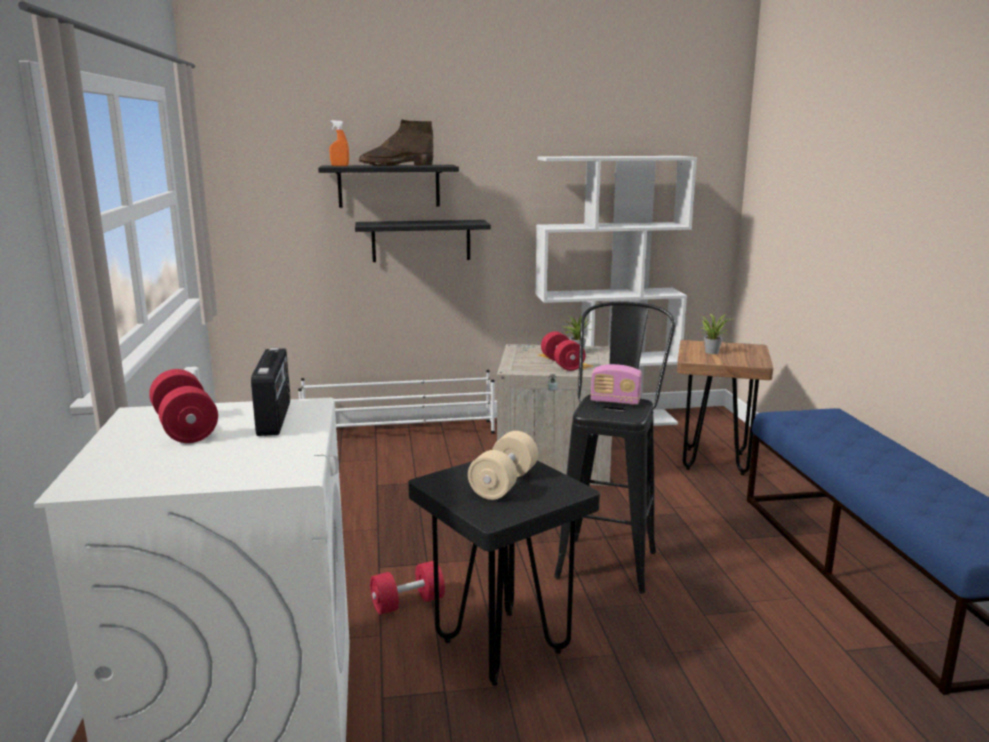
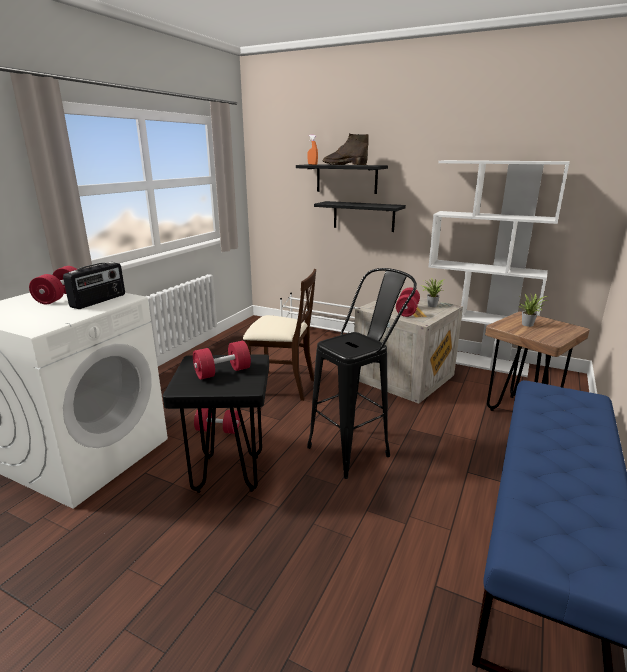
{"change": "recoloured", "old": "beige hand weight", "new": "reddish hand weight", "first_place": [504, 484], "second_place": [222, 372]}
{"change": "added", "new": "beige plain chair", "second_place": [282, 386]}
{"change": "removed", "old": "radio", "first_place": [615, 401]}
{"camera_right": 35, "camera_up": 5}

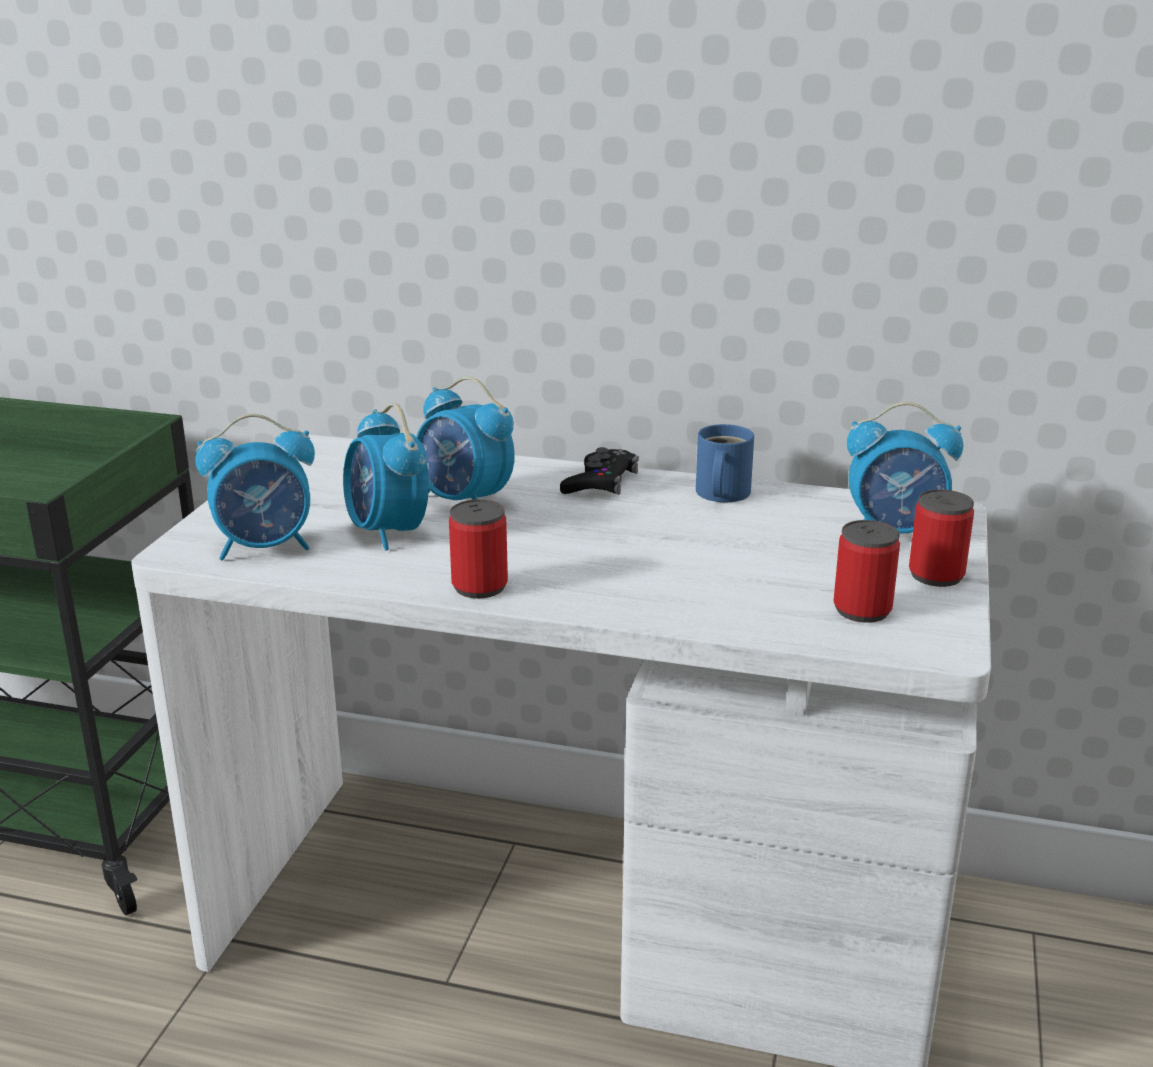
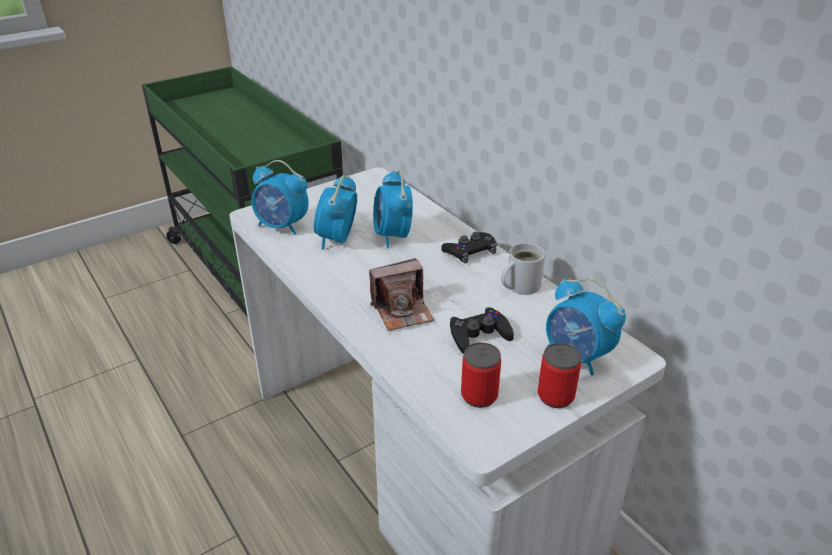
{"change": "added", "new": "still camera", "second_place": [402, 310]}
{"change": "added", "new": "black joypad", "second_place": [479, 335]}
{"change": "recoloured", "old": "bluish tea mug", "new": "whitish tea mug", "first_place": [720, 493], "second_place": [519, 285]}
{"change": "removed", "old": "can", "first_place": [479, 586]}
{"camera_right": 40, "camera_up": 10}

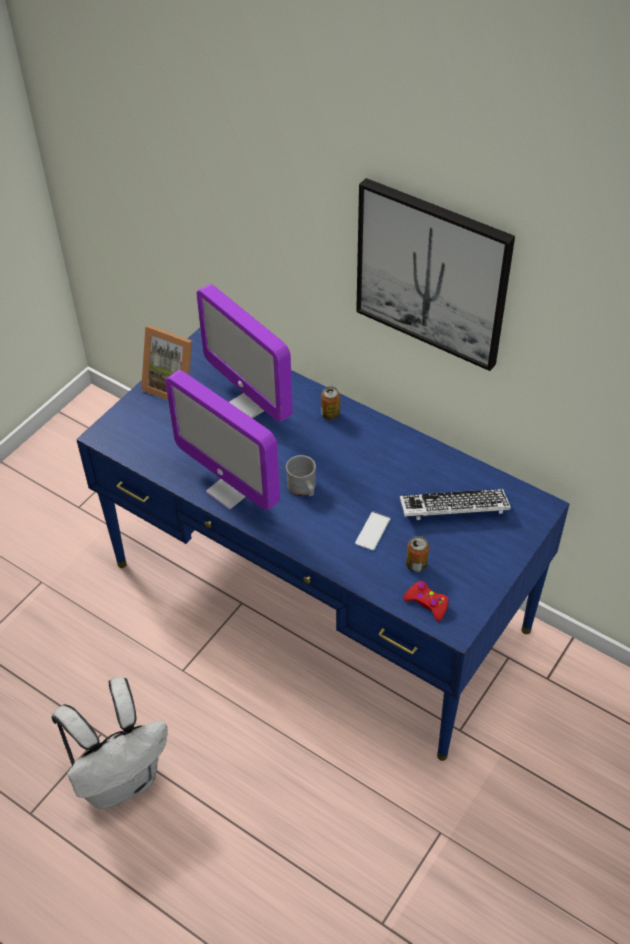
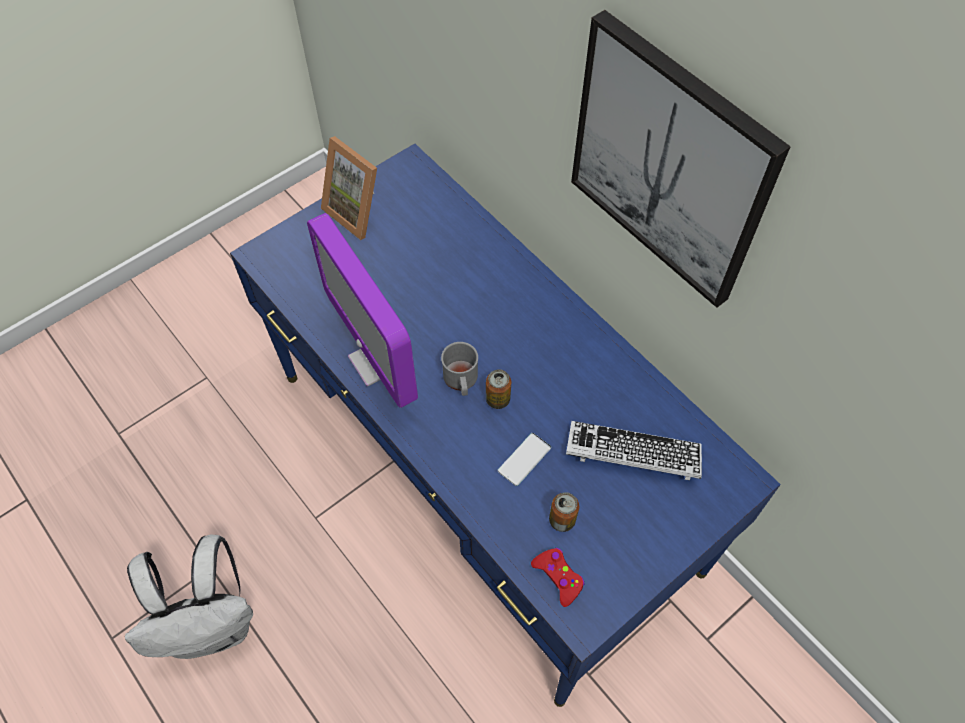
{"change": "moved", "old": "can", "first_place": [330, 415], "second_place": [498, 399]}
{"change": "removed", "old": "computer screen", "first_place": [251, 404]}
{"camera_right": 15, "camera_up": 10}

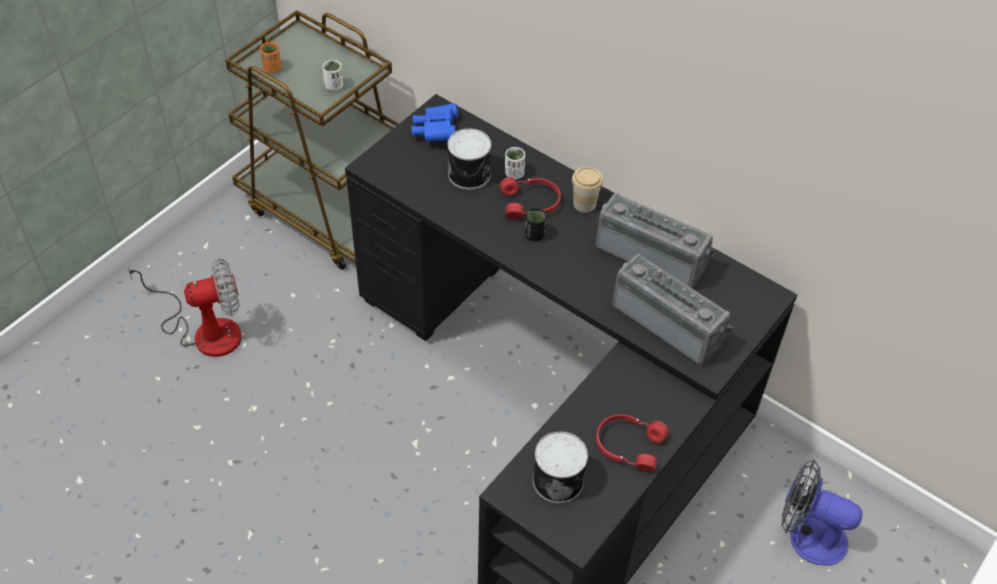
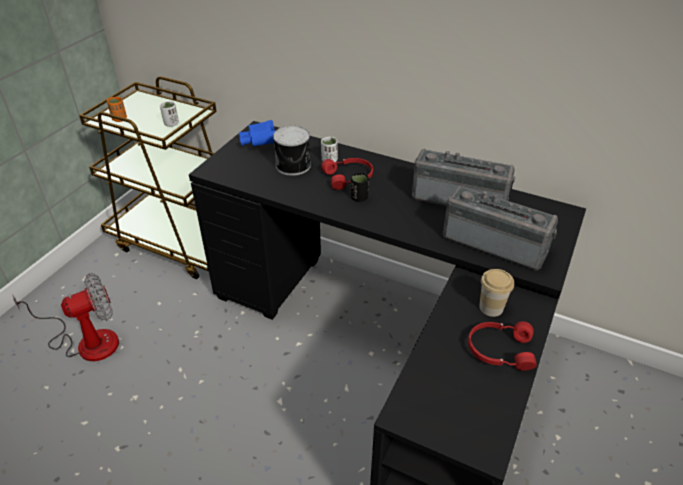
{"change": "moved", "old": "cup", "first_place": [584, 204], "second_place": [491, 307]}
{"change": "removed", "old": "can", "first_place": [558, 479]}
{"change": "removed", "old": "electric fan", "first_place": [807, 535]}
{"camera_right": -10, "camera_up": -10}

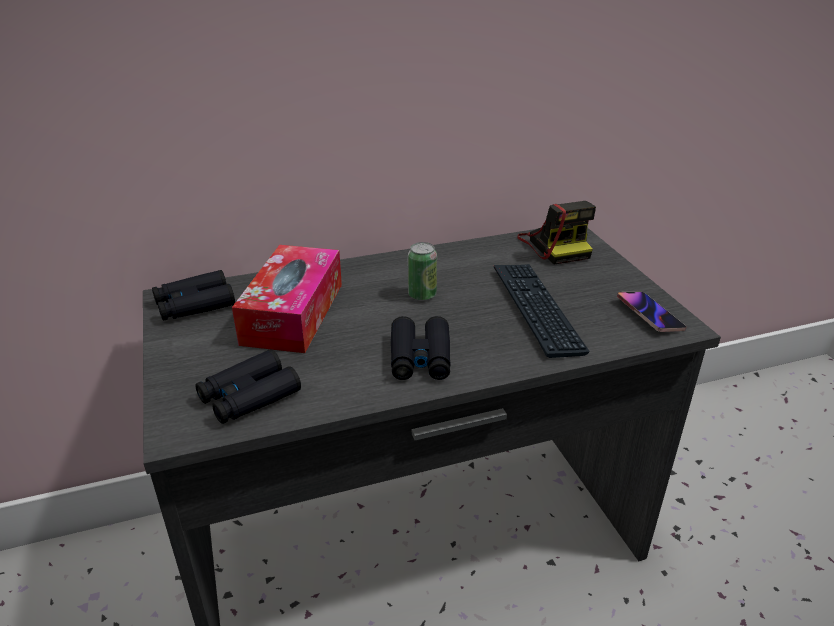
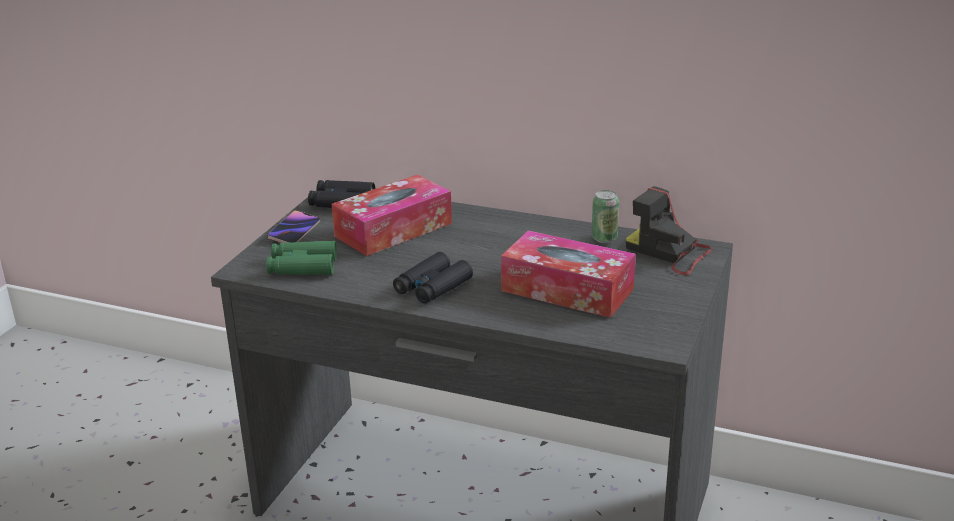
{"change": "recoloured", "old": "black pair of binoculars", "new": "greenish pair of binoculars", "first_place": [249, 396], "second_place": [302, 266]}
{"change": "moved", "old": "phone", "first_place": [649, 315], "second_place": [294, 231]}
{"change": "replaced", "old": "keyboard", "new": "tissue box", "first_place": [536, 309], "second_place": [567, 290]}
{"change": "moved", "old": "can", "first_place": [422, 295], "second_place": [604, 238]}
{"change": "turned", "old": "still camera", "first_place": [555, 245], "second_place": [669, 253], "degrees": 105}
{"camera_right": 40, "camera_up": -5}

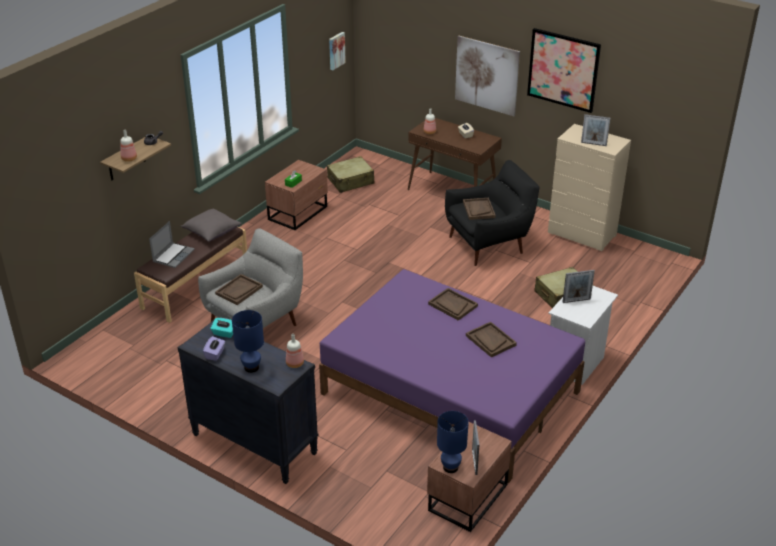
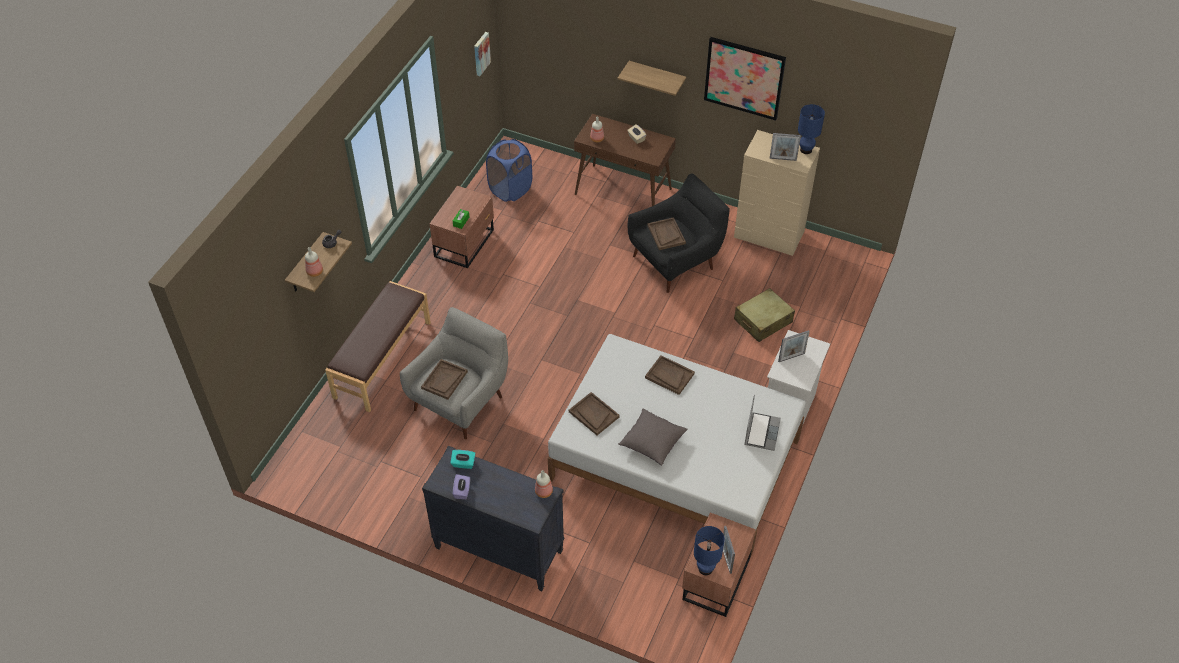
{"change": "replaced", "old": "beige piece of luggage", "new": "bluish washing basket", "first_place": [351, 181], "second_place": [510, 189]}
{"change": "recoloured", "old": "purplish bed", "new": "whitish bed", "first_place": [450, 393], "second_place": [675, 460]}
{"change": "moved", "old": "brownish carrying tray", "first_place": [490, 340], "second_place": [593, 414]}
{"change": "replaced", "old": "picture", "new": "shelf", "first_place": [487, 75], "second_place": [657, 77]}
{"change": "moved", "old": "greyish cushion", "first_place": [211, 232], "second_place": [652, 442]}
{"change": "moved", "old": "portable computer", "first_place": [173, 256], "second_place": [761, 431]}
{"change": "moved", "old": "bluish table lamp", "first_place": [252, 367], "second_place": [806, 150]}
{"camera_right": -10, "camera_up": 15}

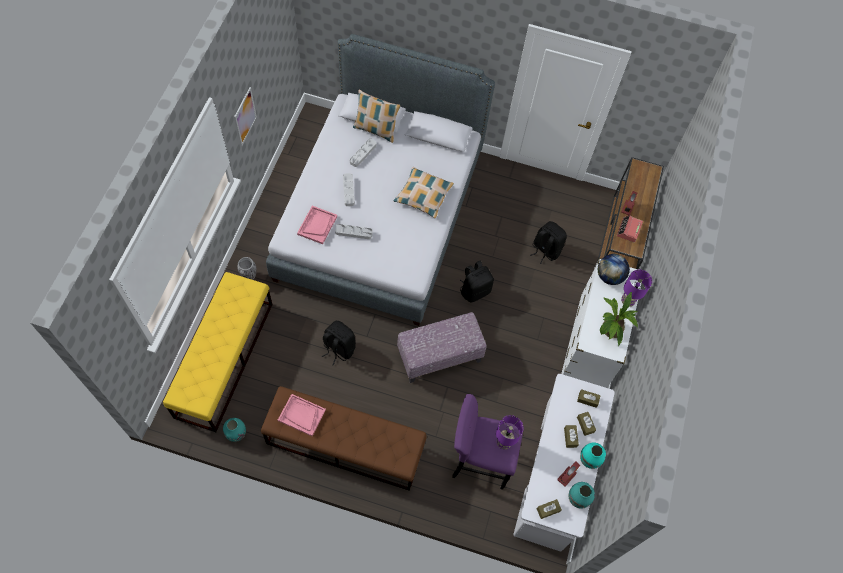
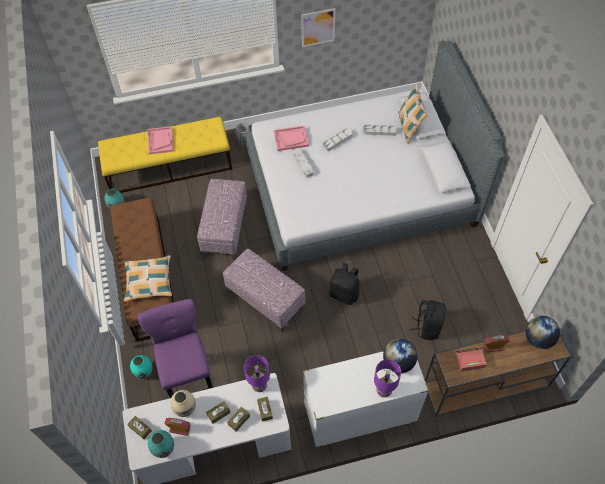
{"change": "moved", "old": "cushion", "first_place": [423, 195], "second_place": [148, 281]}
{"change": "moved", "old": "turquoise decorative vase", "first_place": [589, 459], "second_place": [144, 372]}
{"change": "moved", "old": "pinkish carrying tray", "first_place": [301, 415], "second_place": [160, 141]}
{"change": "added", "new": "beige decorative vase", "second_place": [185, 409]}
{"change": "replaced", "old": "black rucksack", "new": "ottoman", "first_place": [338, 348], "second_place": [224, 229]}
{"change": "moved", "old": "purplish table lamp", "first_place": [503, 443], "second_place": [259, 385]}
{"change": "added", "new": "globe", "second_place": [538, 339]}
{"change": "removed", "old": "plant in a pot", "first_place": [610, 331]}
{"camera_right": 65, "camera_up": -5}

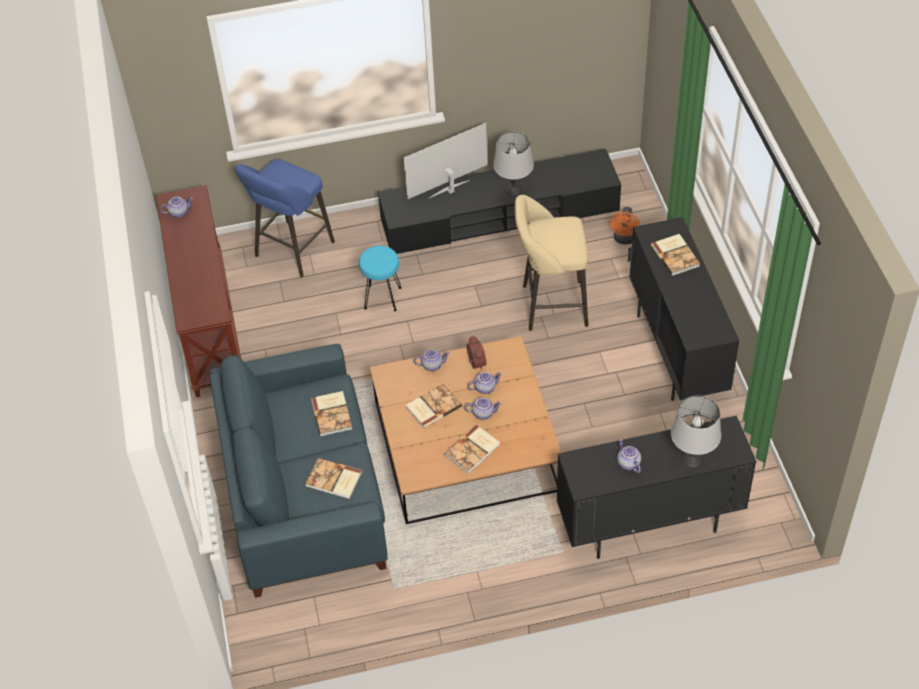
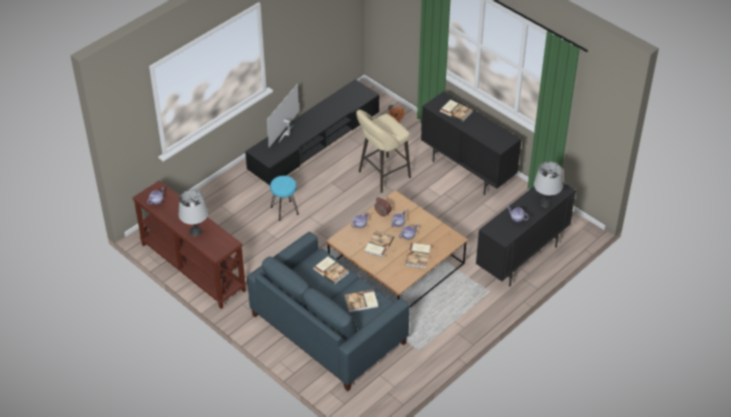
{"change": "moved", "old": "greyish table lamp", "first_place": [514, 190], "second_place": [196, 231]}
{"change": "removed", "old": "bluish stool seat", "first_place": [292, 252]}
{"camera_right": -35, "camera_up": -5}

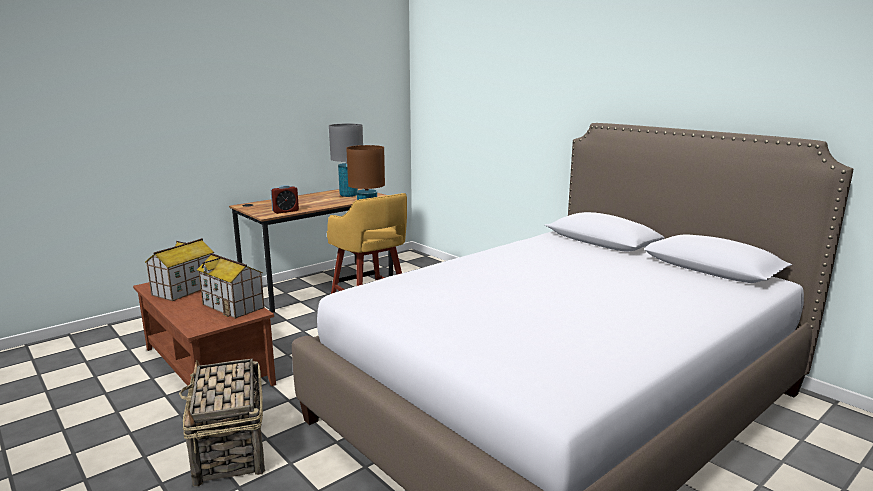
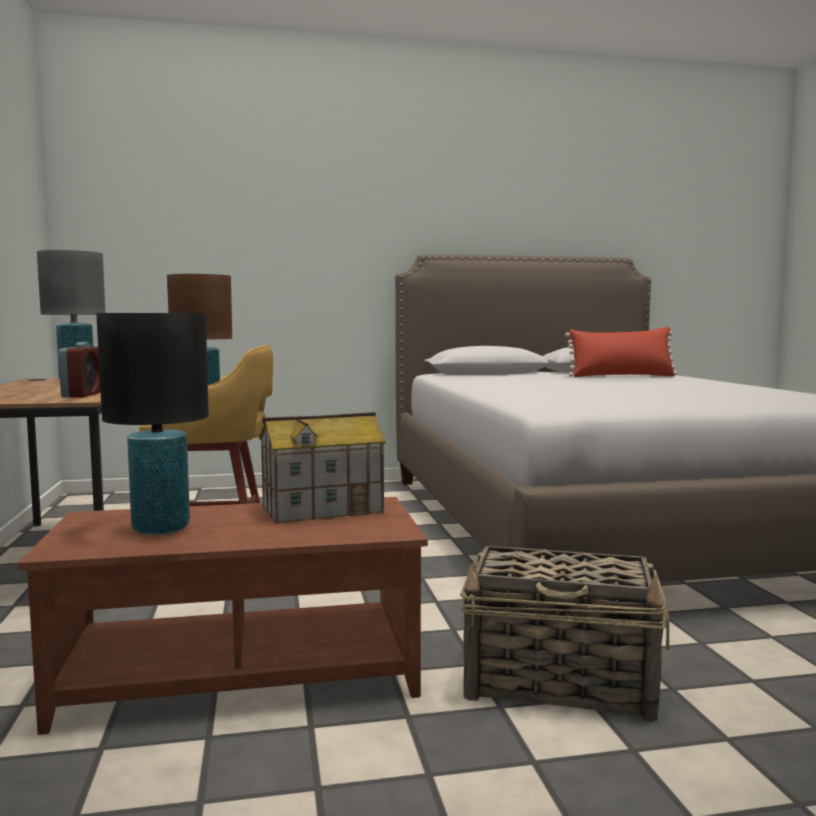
{"change": "replaced", "old": "model house", "new": "black table lamp", "first_place": [184, 290], "second_place": [161, 529]}
{"change": "added", "new": "reddish cushion", "second_place": [622, 376]}
{"camera_right": -60, "camera_up": -10}

